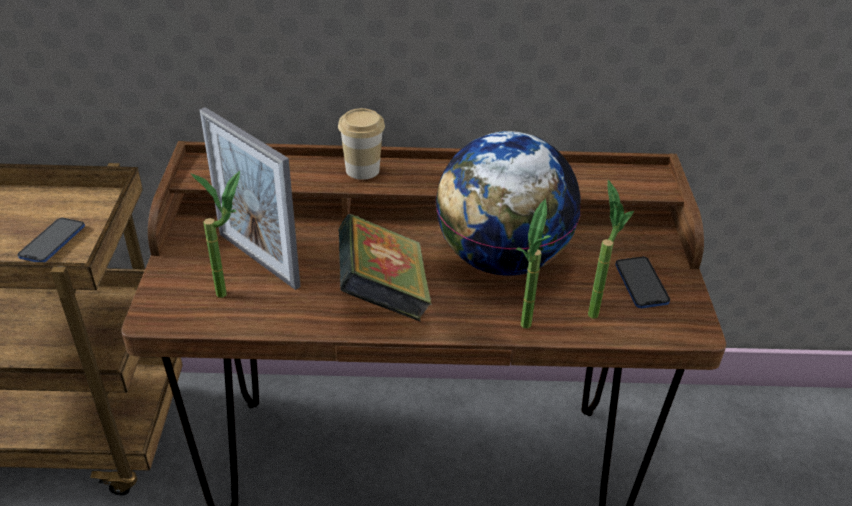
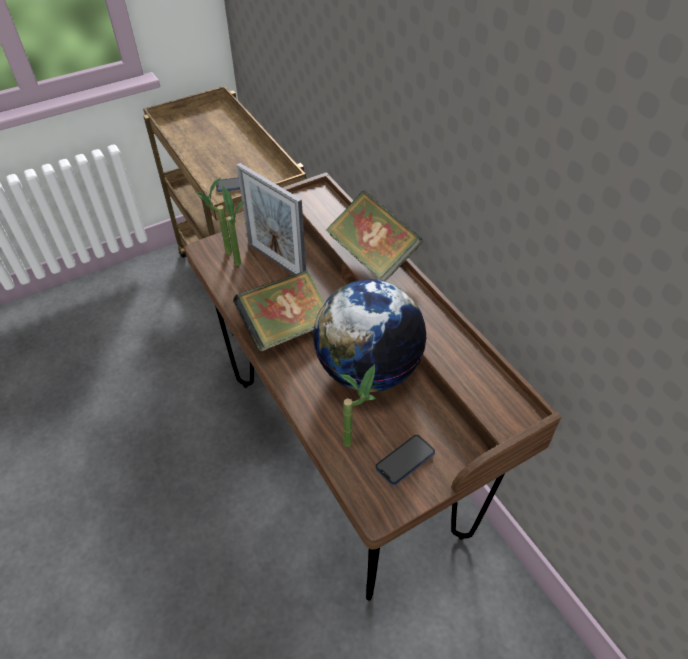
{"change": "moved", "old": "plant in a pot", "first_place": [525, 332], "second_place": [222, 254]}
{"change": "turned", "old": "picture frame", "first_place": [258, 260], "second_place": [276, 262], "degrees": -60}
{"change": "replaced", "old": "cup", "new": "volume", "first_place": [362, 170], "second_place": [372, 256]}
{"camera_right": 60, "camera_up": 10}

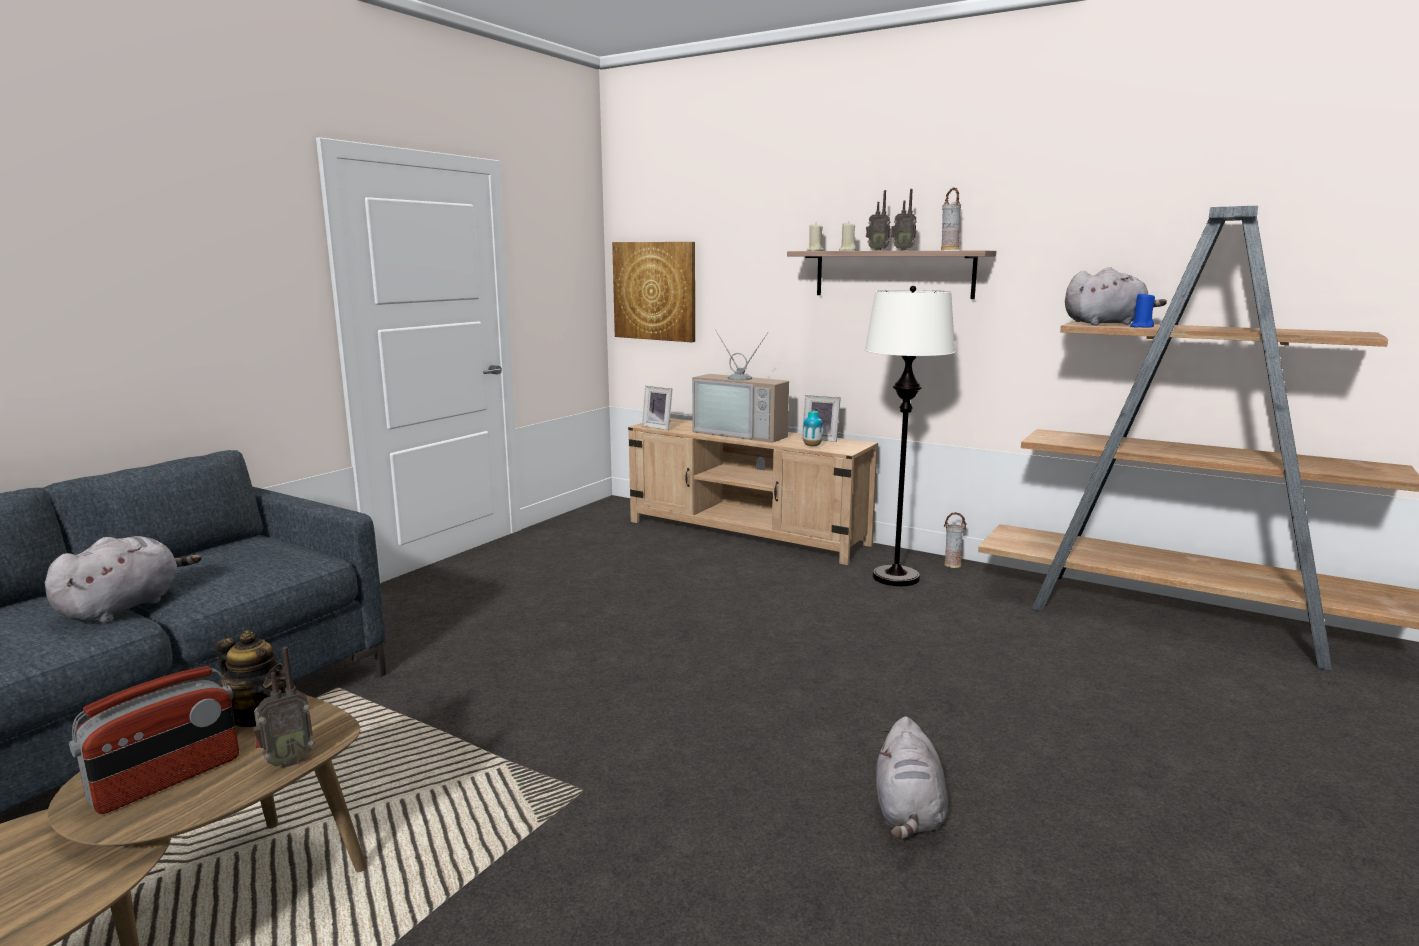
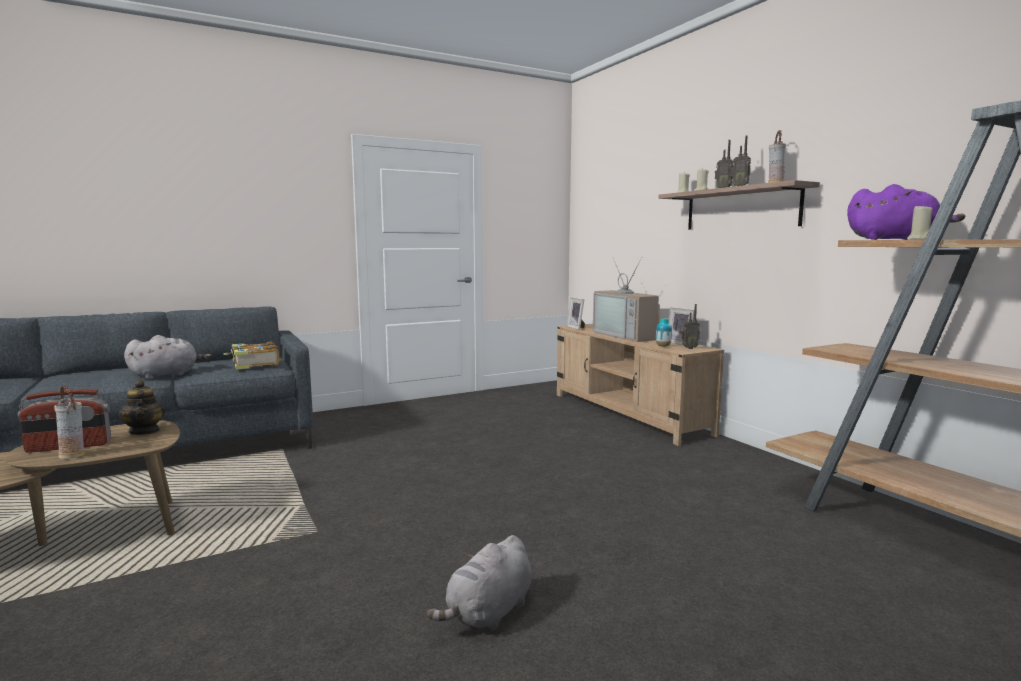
{"change": "moved", "old": "decorative vase", "first_place": [952, 565], "second_place": [73, 455]}
{"change": "added", "new": "volume", "second_place": [254, 364]}
{"change": "moved", "old": "radio", "first_place": [286, 761], "second_place": [688, 348]}
{"change": "recoloured", "old": "greyish cuddly toy", "new": "purplish cuddly toy", "first_place": [1106, 324], "second_place": [895, 239]}
{"change": "recoloured", "old": "bluish wax light", "new": "beige wax light", "first_place": [1141, 327], "second_place": [919, 239]}
{"change": "removed", "old": "picture", "first_place": [655, 291]}
{"change": "removed", "old": "whitish standing lamp", "first_place": [896, 577]}
{"camera_right": 30, "camera_up": -5}

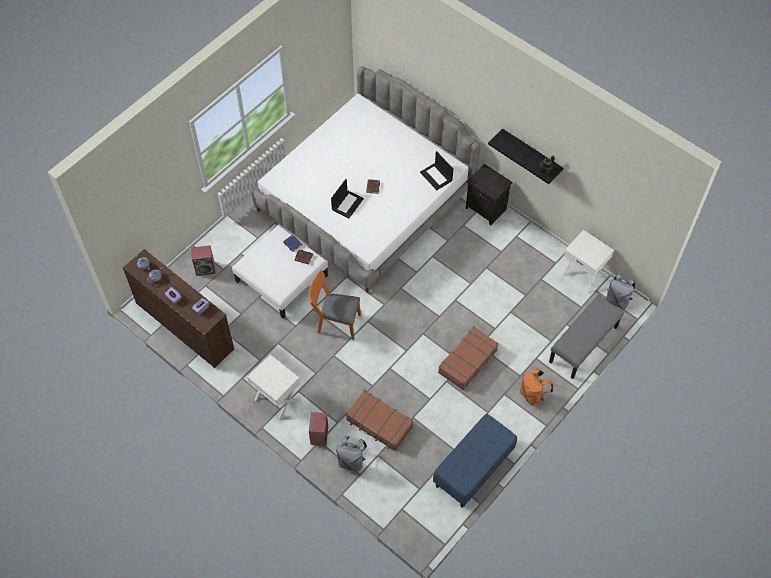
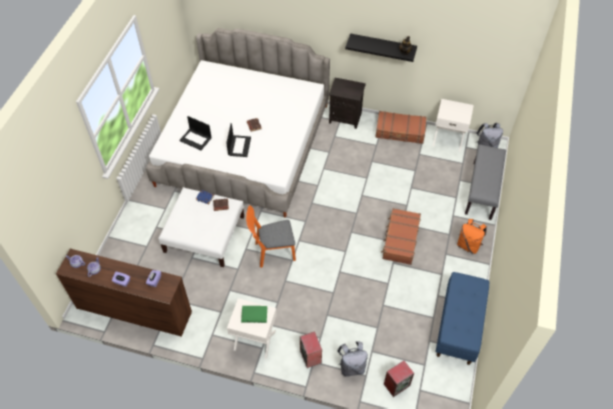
{"change": "moved", "old": "portable computer", "first_place": [436, 176], "second_place": [196, 139]}
{"change": "added", "new": "greenish volume", "second_place": [254, 314]}
{"change": "moved", "old": "brownish piece of luggage", "first_place": [379, 424], "second_place": [400, 131]}
{"change": "moved", "old": "audio speaker", "first_place": [205, 268], "second_place": [396, 384]}
{"camera_right": -25, "camera_up": -5}

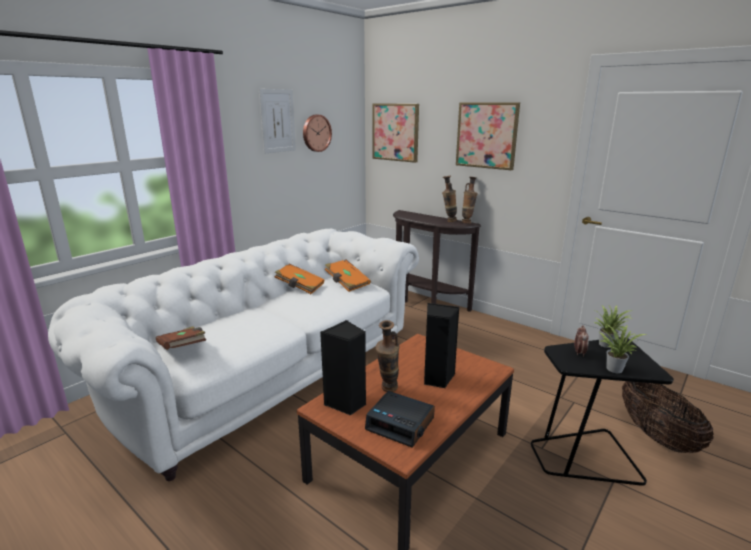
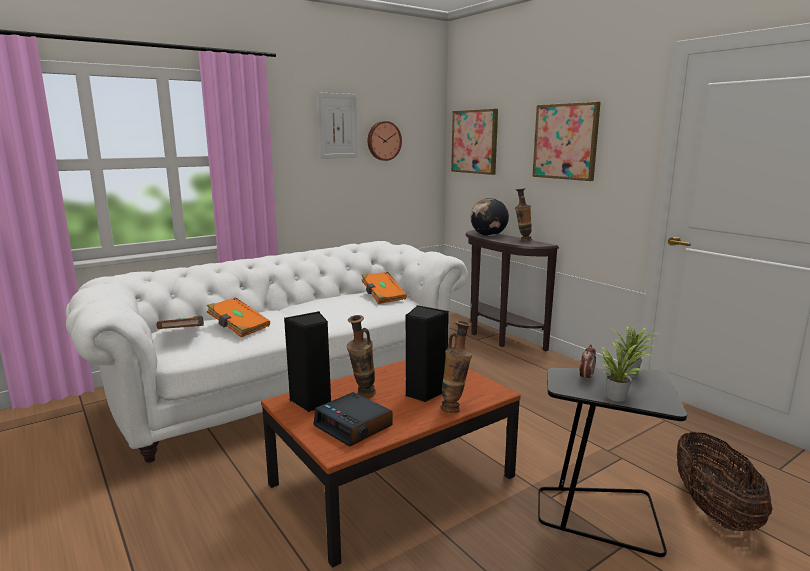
{"change": "moved", "old": "orange volume", "first_place": [300, 287], "second_place": [238, 328]}
{"change": "moved", "old": "decorative vase", "first_place": [467, 223], "second_place": [455, 408]}
{"change": "added", "new": "globe", "second_place": [488, 235]}
{"camera_right": 15, "camera_up": -5}

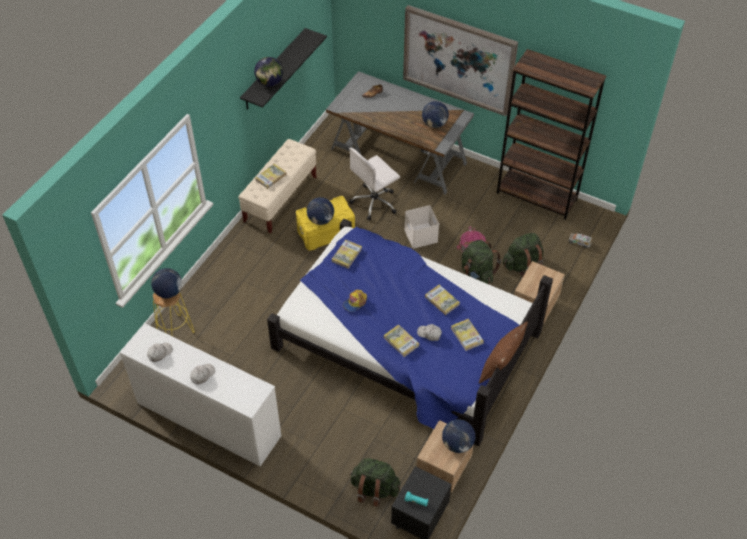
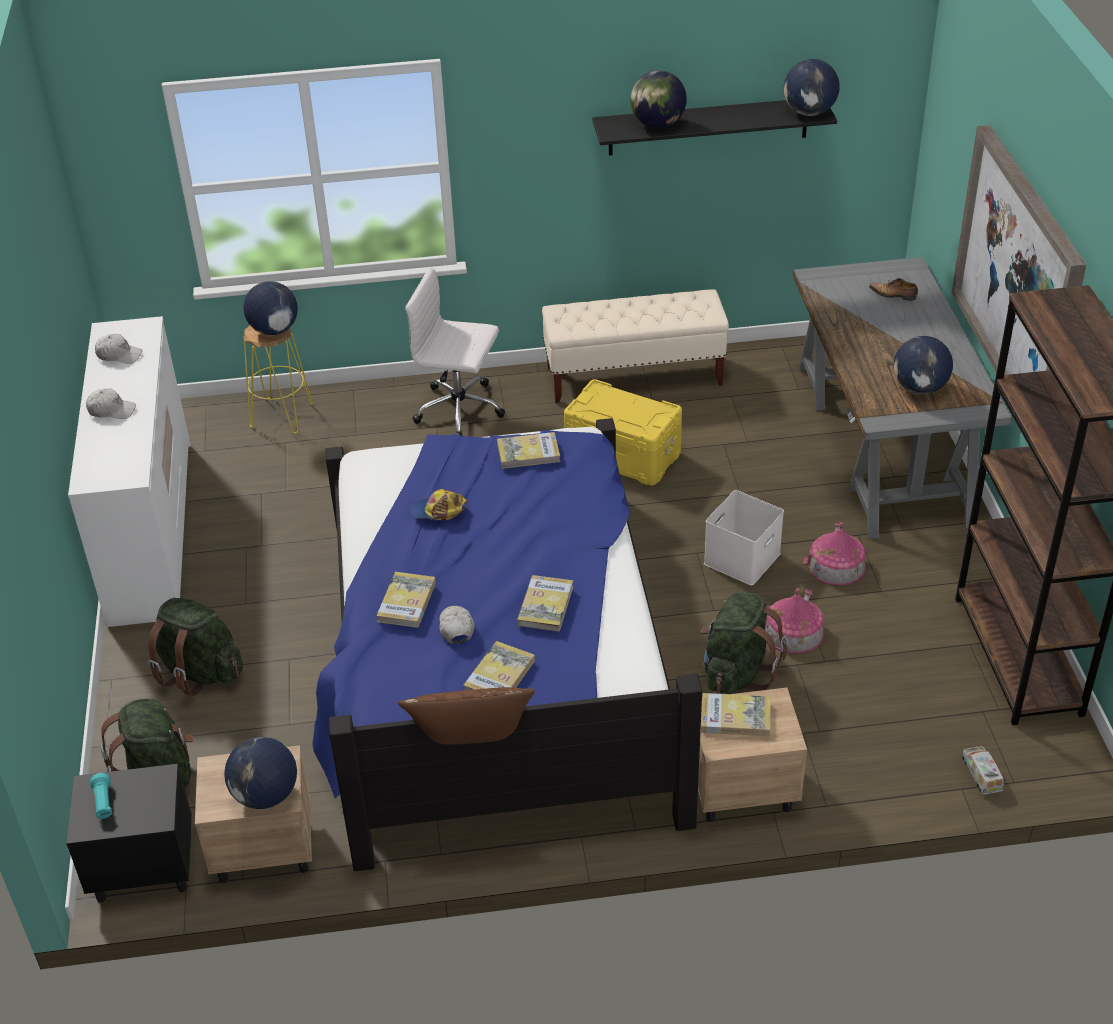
{"change": "moved", "old": "greenish rucksack", "first_place": [522, 265], "second_place": [200, 672]}
{"change": "moved", "old": "whitish desk chair", "first_place": [375, 202], "second_place": [461, 410]}
{"change": "moved", "old": "volume", "first_place": [270, 177], "second_place": [735, 717]}
{"change": "moved", "old": "globe", "first_place": [321, 220], "second_place": [809, 113]}
{"change": "added", "new": "model house", "second_place": [836, 565]}
{"camera_right": 55, "camera_up": -10}

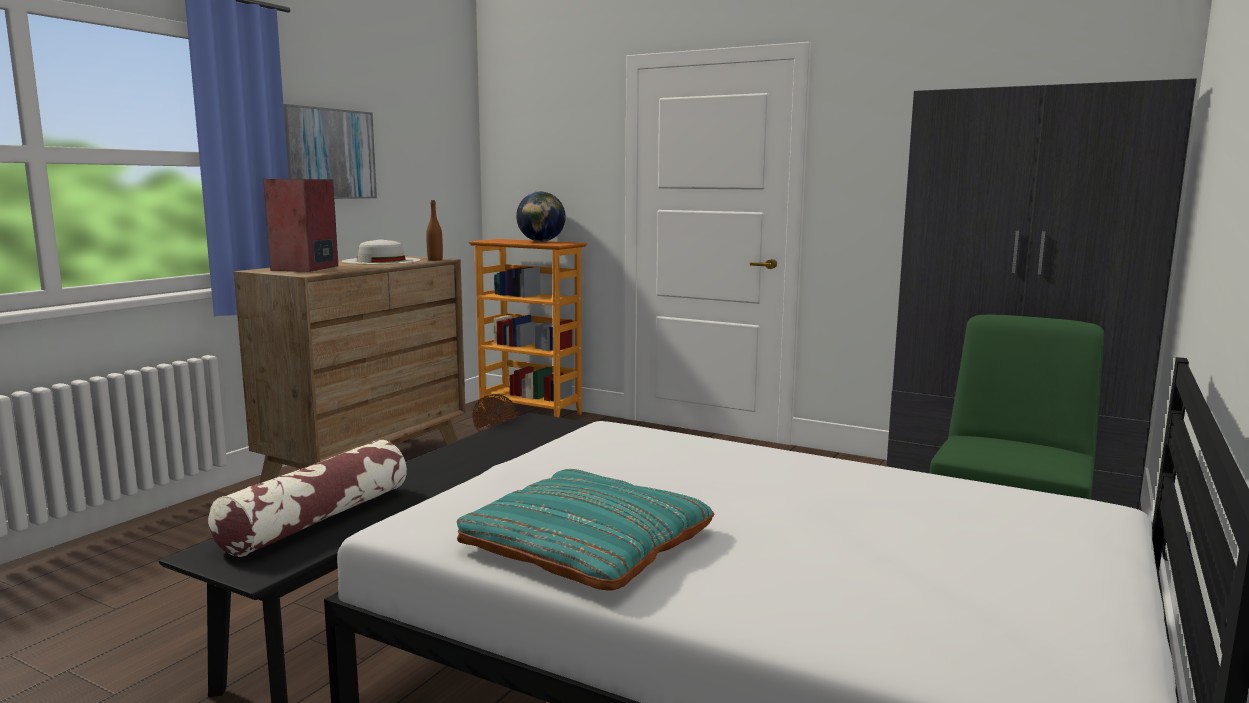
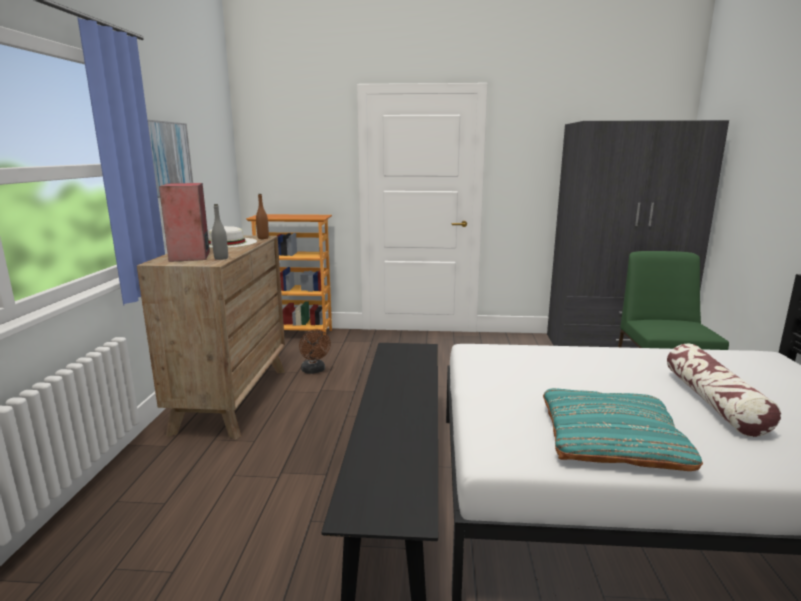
{"change": "added", "new": "greyish bottle", "second_place": [221, 258]}
{"change": "moved", "old": "cushion", "first_place": [317, 519], "second_place": [713, 402]}
{"change": "removed", "old": "globe", "first_place": [541, 241]}
{"camera_right": -25, "camera_up": 5}

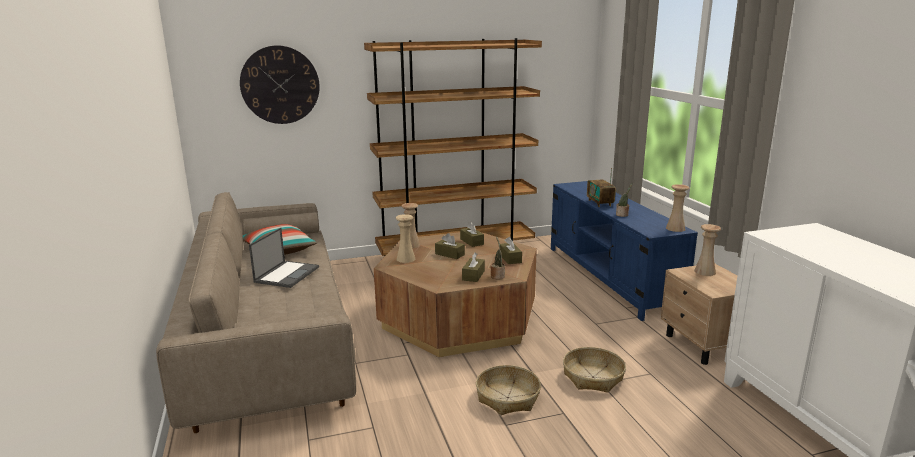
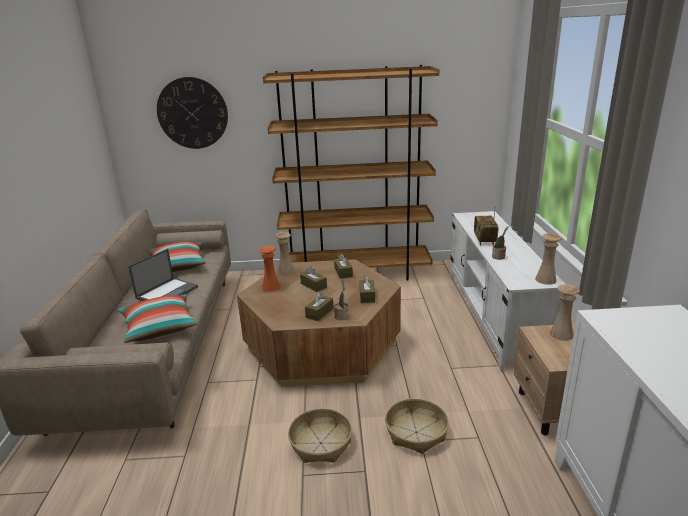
{"change": "added", "new": "cushion", "second_place": [159, 327]}
{"change": "recoloured", "old": "beige decorative vase", "new": "orange decorative vase", "first_place": [406, 259], "second_place": [271, 287]}
{"change": "recoloured", "old": "bluish tv stand", "new": "whitish tv stand", "first_place": [610, 277], "second_place": [494, 314]}
{"camera_right": 15, "camera_up": 5}

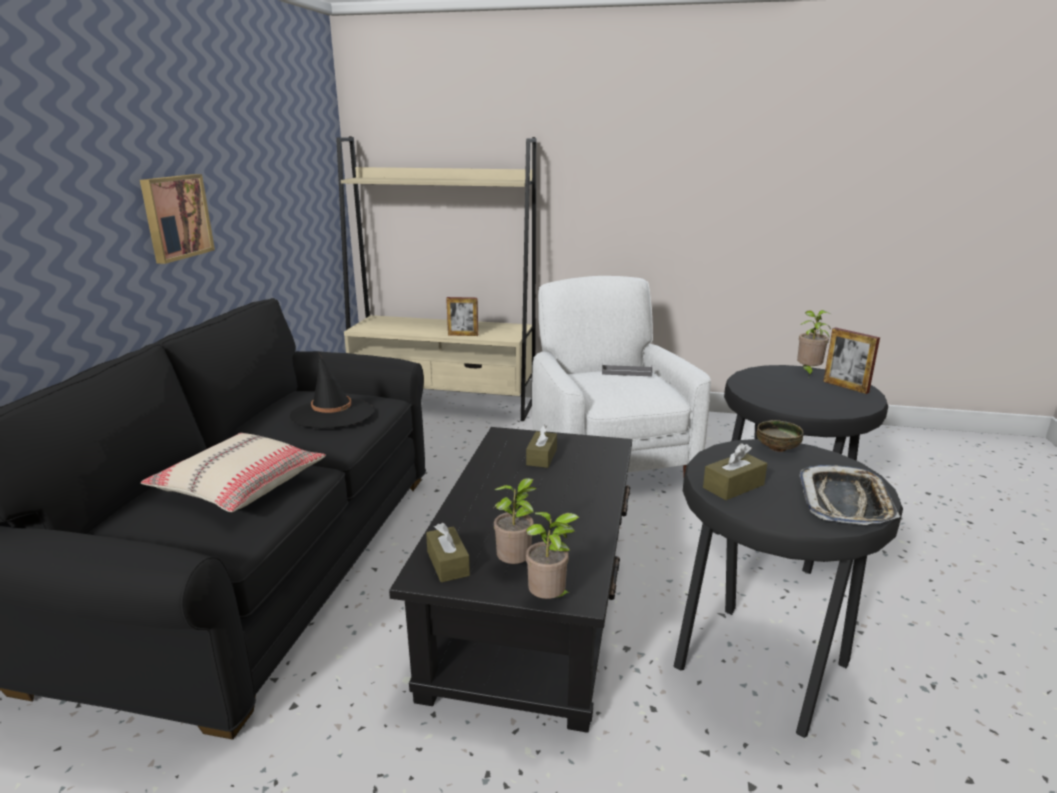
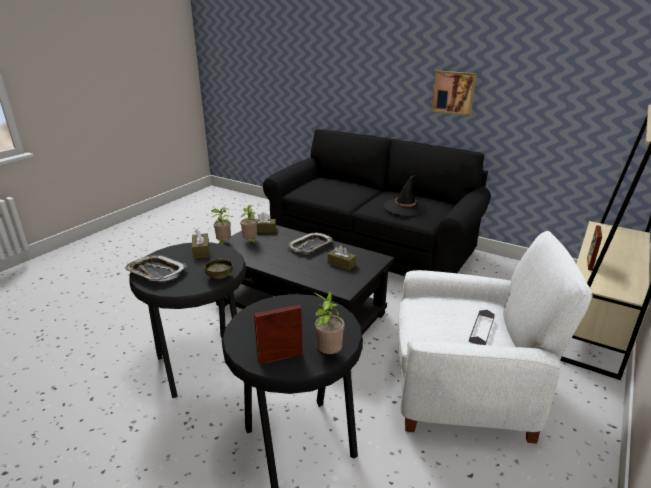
{"change": "added", "new": "carrying tray", "second_place": [310, 246]}
{"change": "removed", "old": "beige cushion", "first_place": [240, 485]}
{"camera_right": 110, "camera_up": 5}

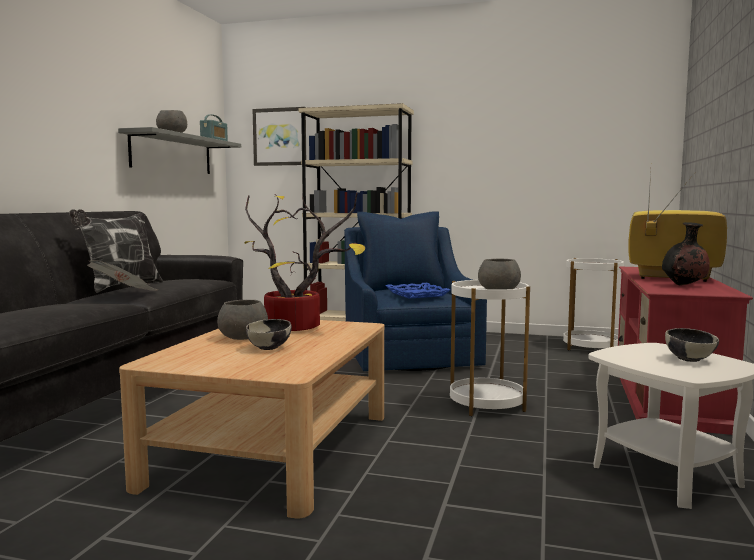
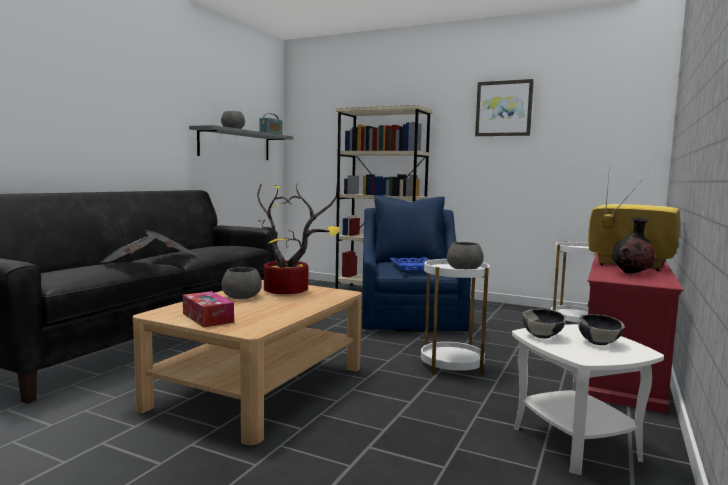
{"change": "added", "new": "newspaper", "second_place": [129, 263]}
{"change": "added", "new": "tissue box", "second_place": [207, 318]}
{"change": "moved", "old": "picture", "first_place": [280, 137], "second_place": [503, 108]}
{"change": "moved", "old": "bowl", "first_place": [269, 348], "second_place": [542, 336]}
{"change": "removed", "old": "cushion", "first_place": [120, 287]}
{"camera_right": 10, "camera_up": 0}

